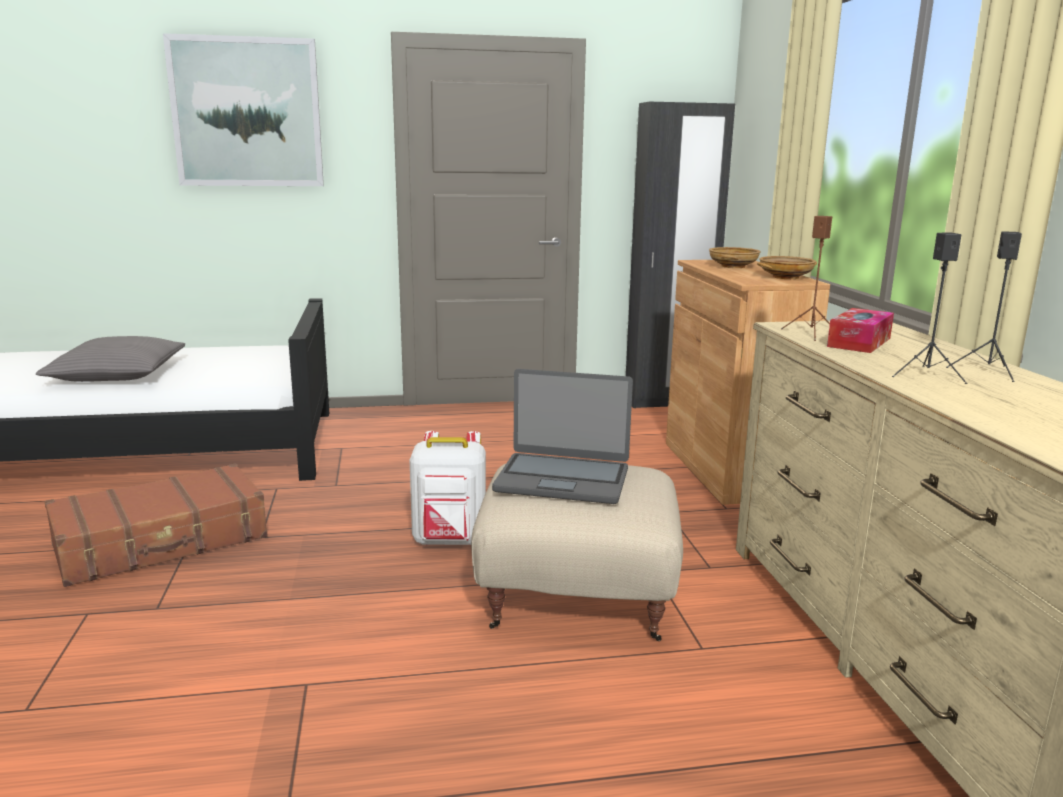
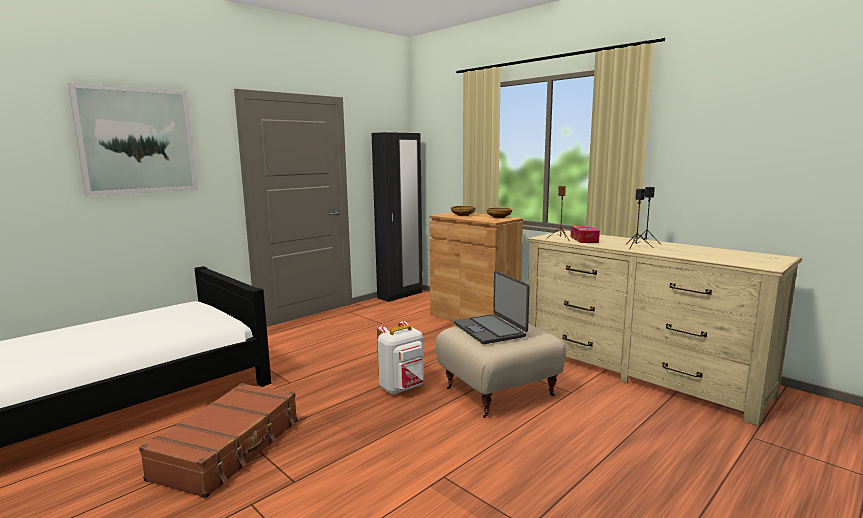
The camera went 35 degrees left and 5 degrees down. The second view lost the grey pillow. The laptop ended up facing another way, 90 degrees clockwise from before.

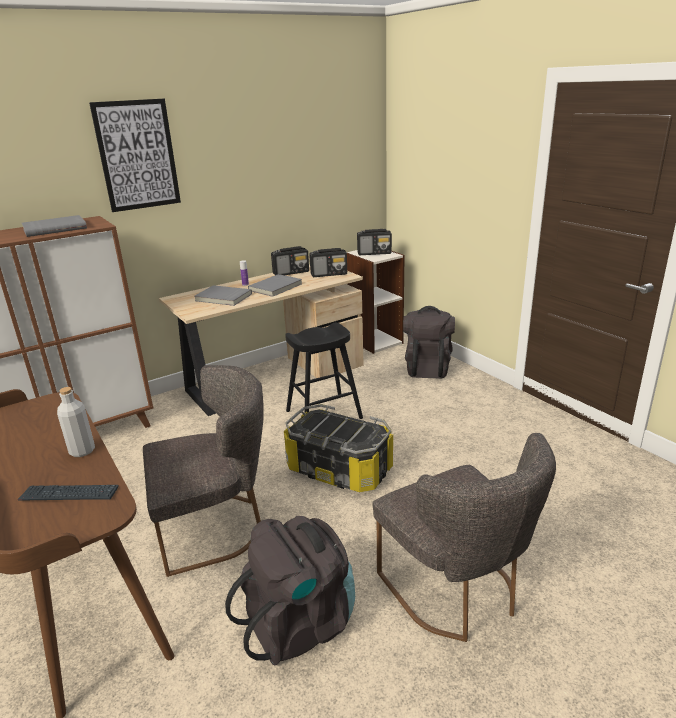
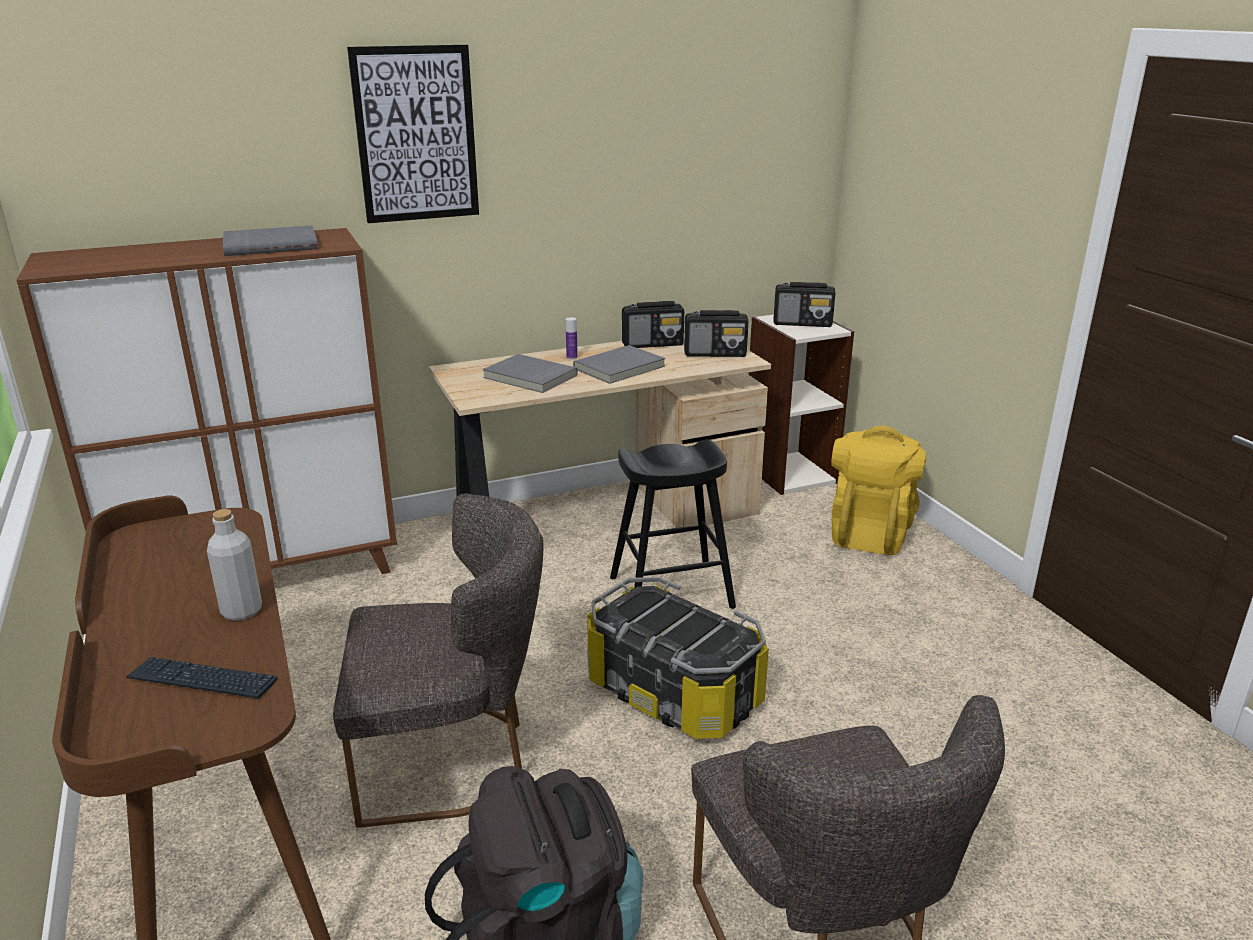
The camera went 10 degrees right and 0 degrees up. What was the black backpack (2nd from left) turned into the yellow backpack.

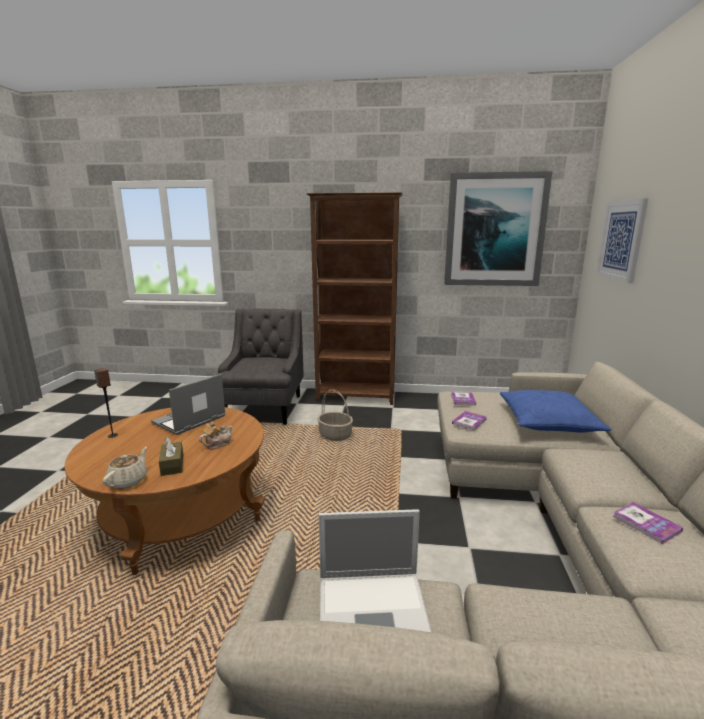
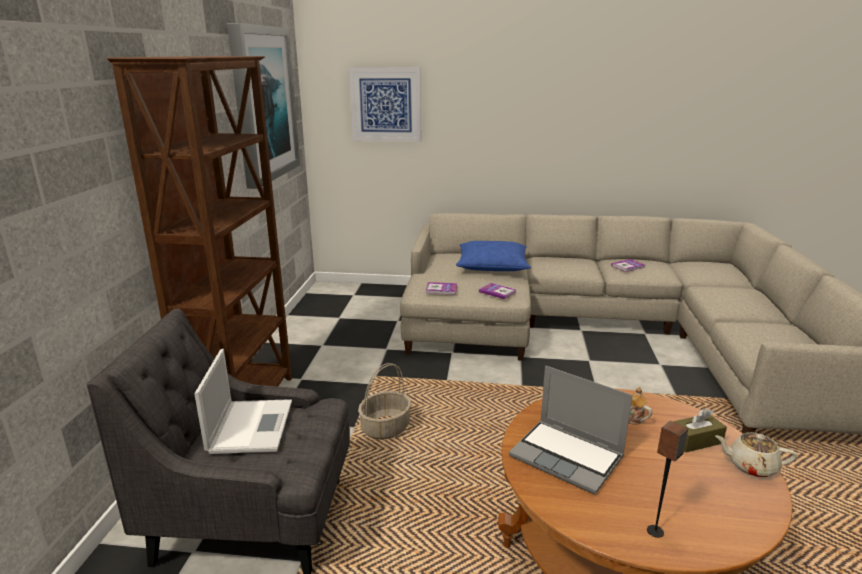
The camera went 90 degrees left and 5 degrees up. The laptop (2nd from left in the first image) ended up elsewhere.

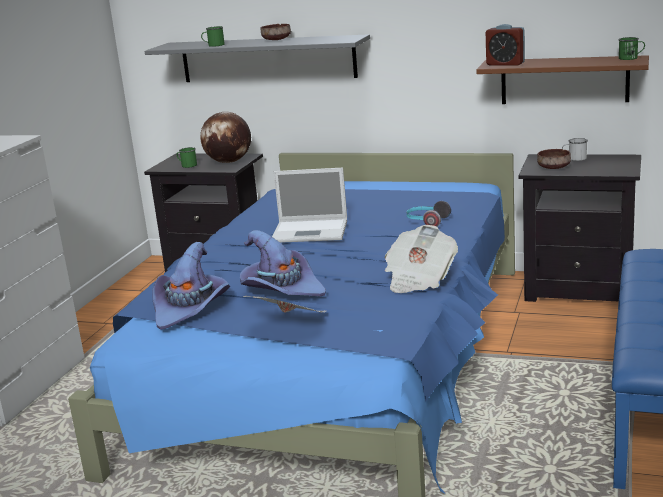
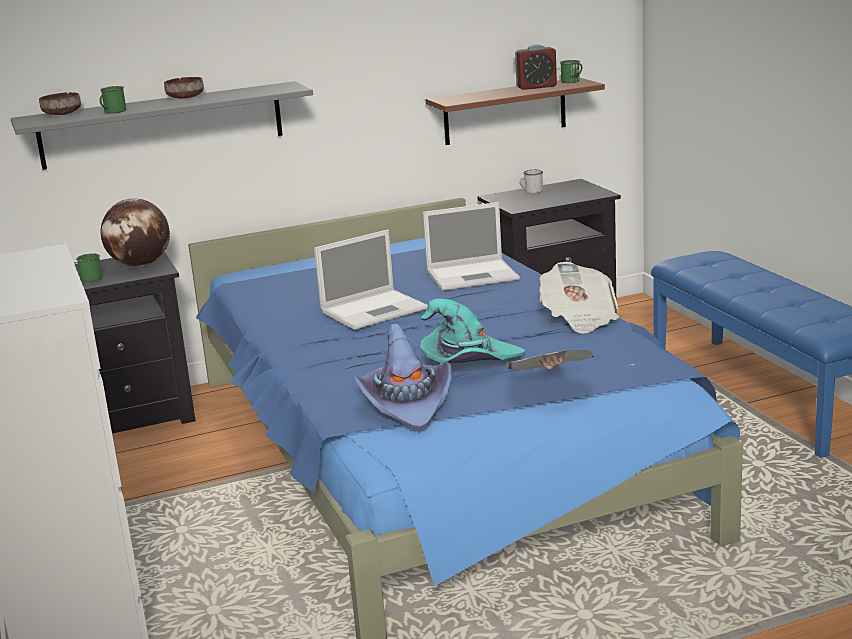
The camera went 40 degrees left and 0 degrees up. The alarm clock ended up elsewhere. The brown bowl (2nd from left in the first image) ended up elsewhere. Where the headphones stood, the laptop (2nd from left) came to stand. What was the purple hat (2nd from left) turned into the turquoise hat.

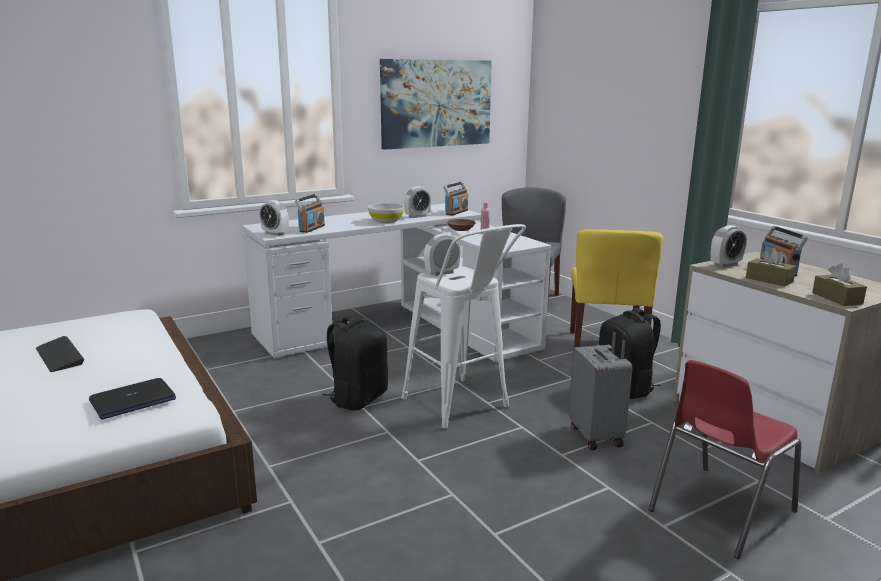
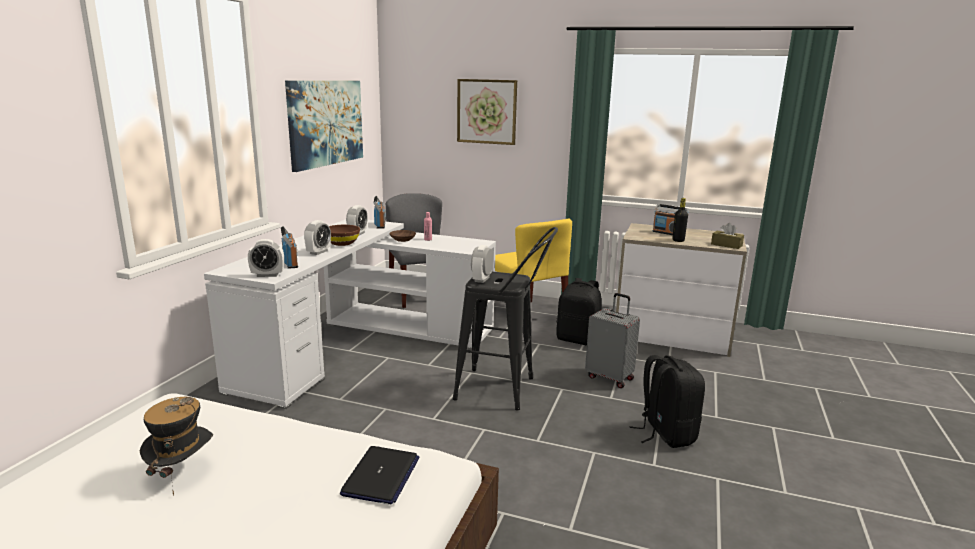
The camera went 40 degrees left and 0 degrees up. What was the white bowl turned into the brown bowl (1st from left). What was the white stool turned into the black stool. The alarm clock (4th from left in the first image) ended up elsewhere. Where the brown tissue box (1st from left) stood, the black bottle came to stand. The black backpack (1st from left in the first image) ended up elsewhere. Where the keyboard stood, the hat came to stand. The second view lost the red chair. The second view gained the picture (2nd from left).

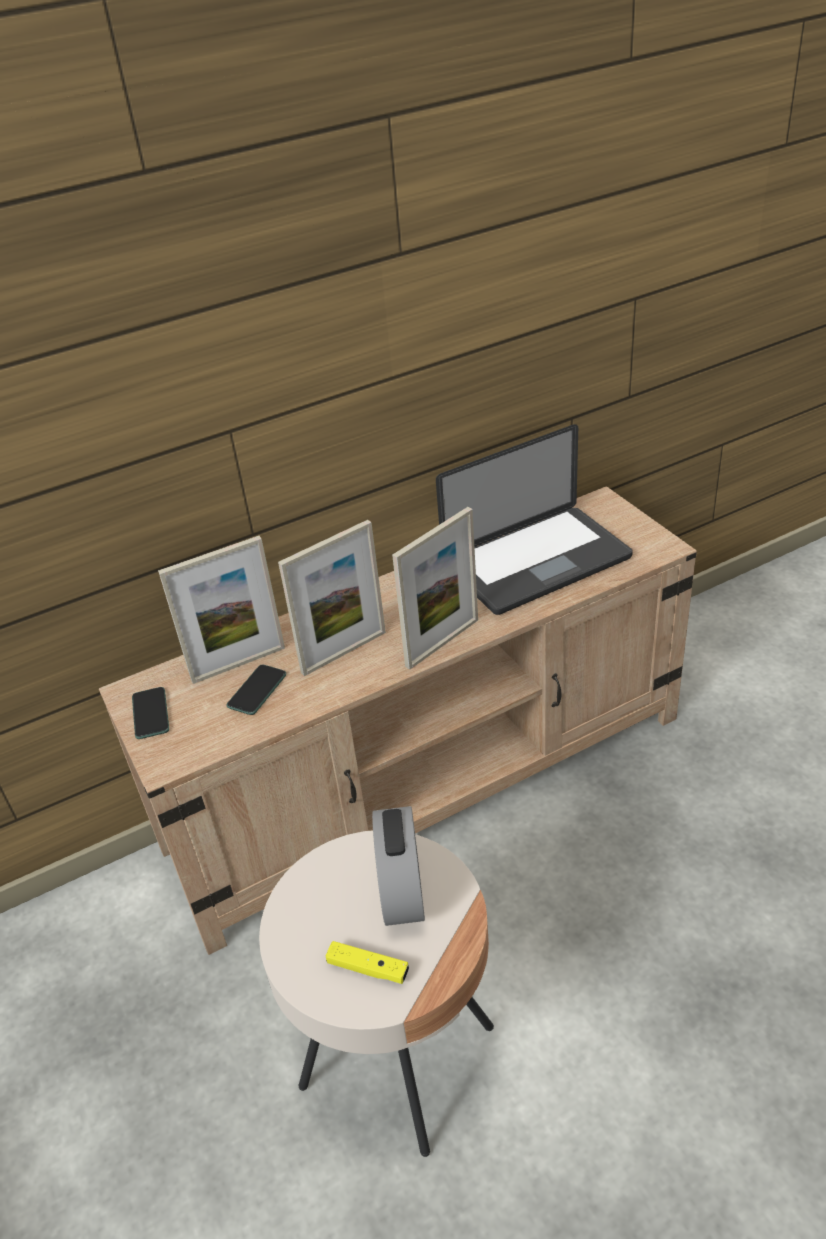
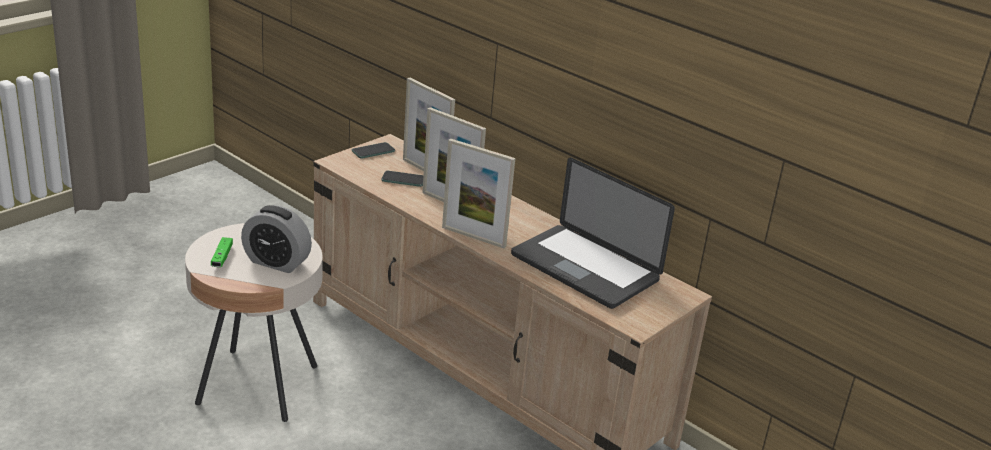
The camera went 65 degrees right and 10 degrees down. The alarm clock ended up facing another way, 45 degrees clockwise from before. What was the yellow game controller turned into the green game controller.

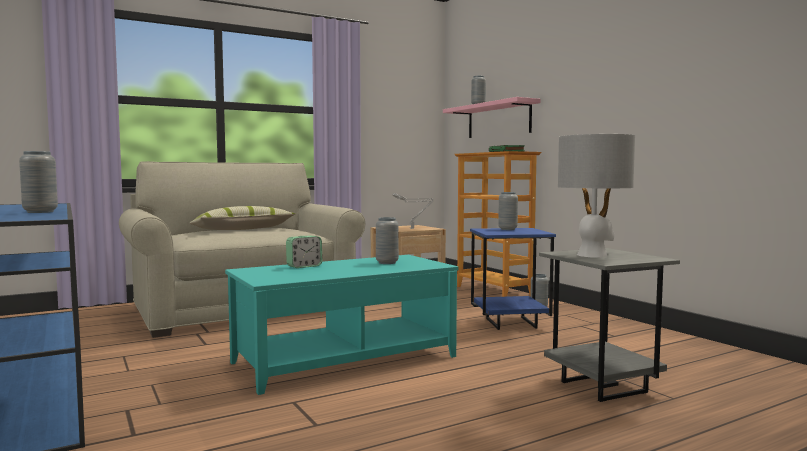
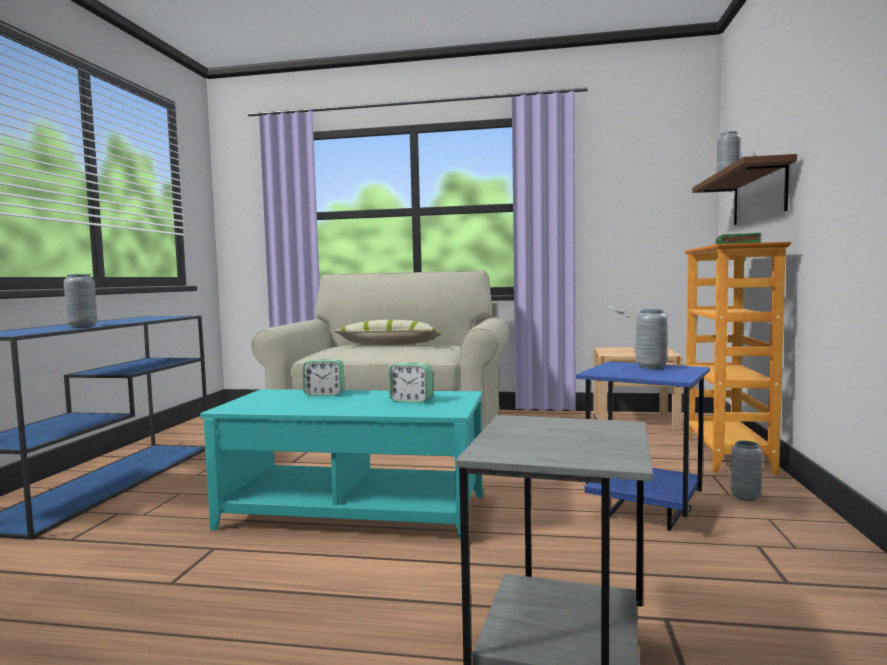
The camera went 40 degrees right and 0 degrees up. What was the pink shelf turned into the brown shelf. The second view lost the grey table lamp (2nd from left). Where the grey vase (2nd from left) stood, the alarm clock (2nd from left) came to stand.

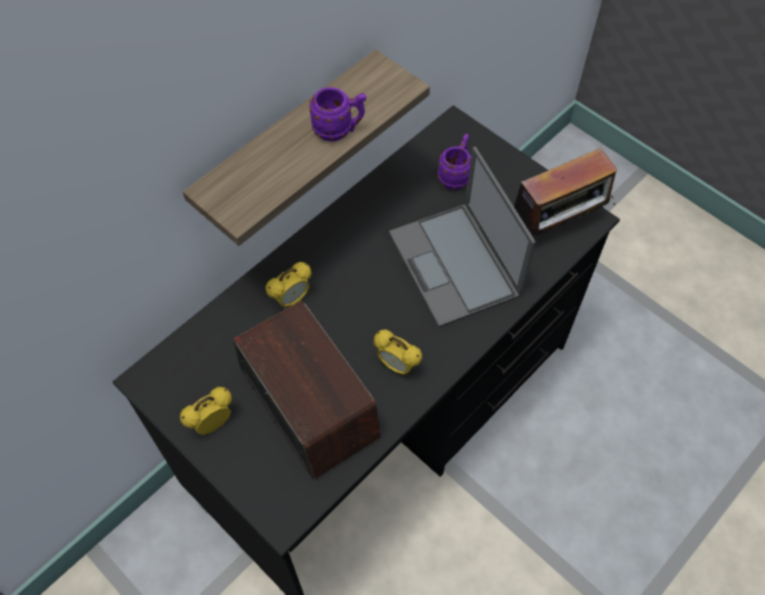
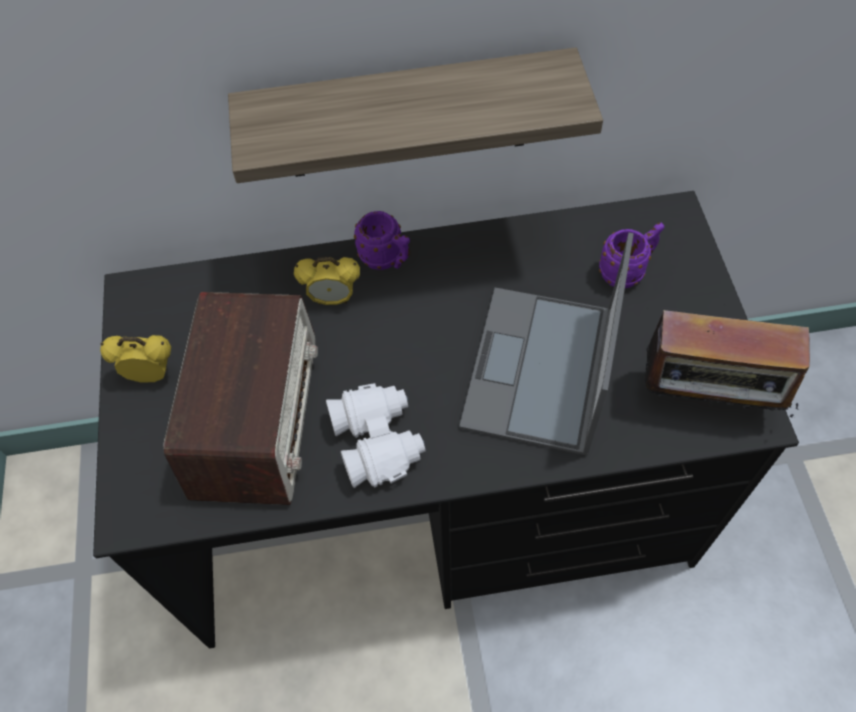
The camera went 40 degrees right and 0 degrees up. The purple mug (1st from left) ended up elsewhere. Where the alarm clock (3rd from left) stood, the white binoculars came to stand.

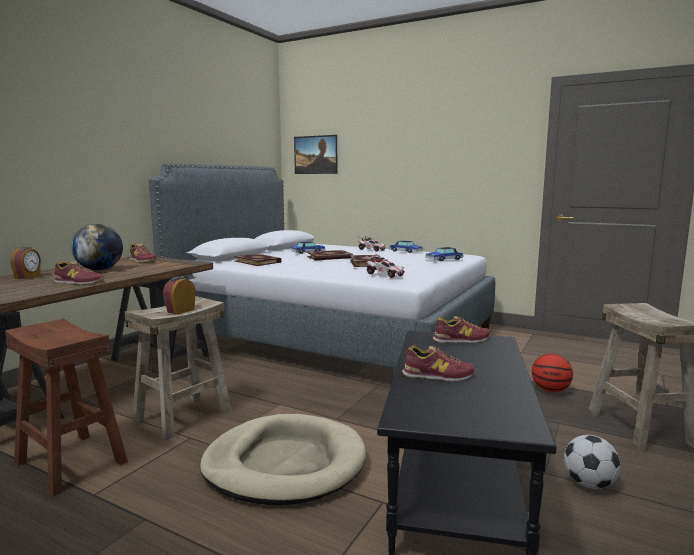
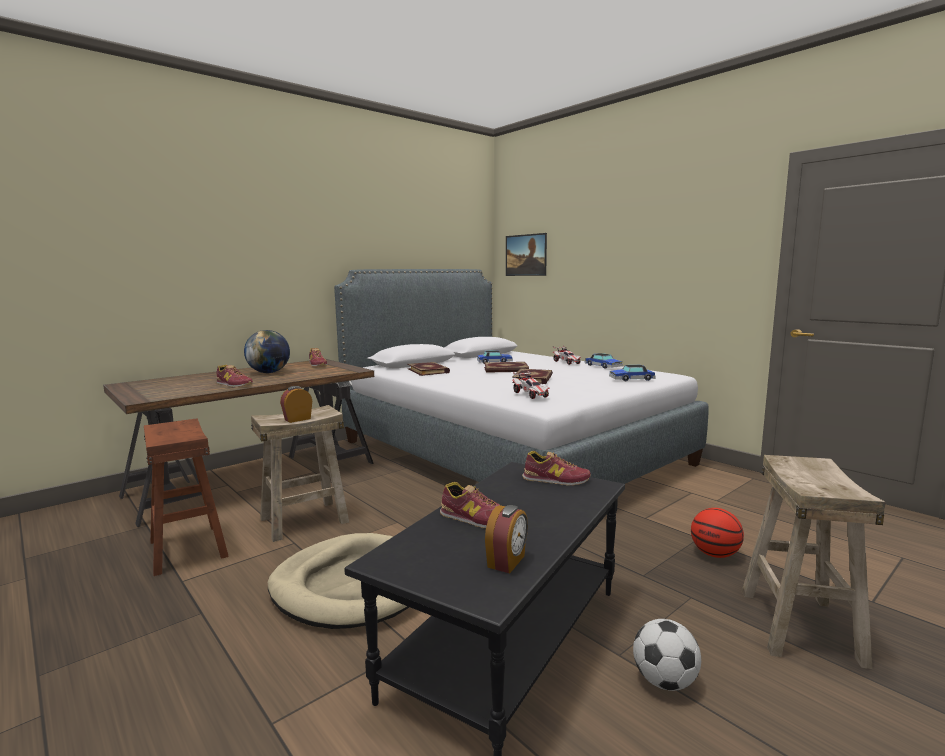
The camera went 20 degrees right and 0 degrees up. The alarm clock (1st from left in the first image) ended up elsewhere.

